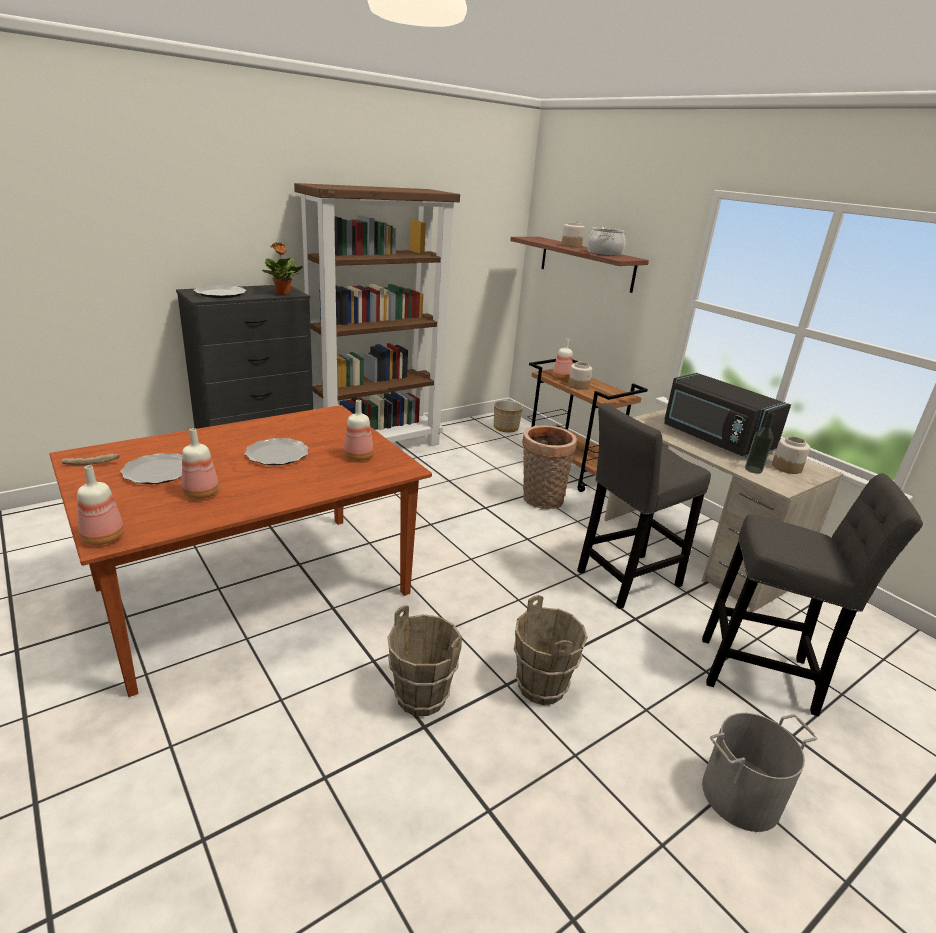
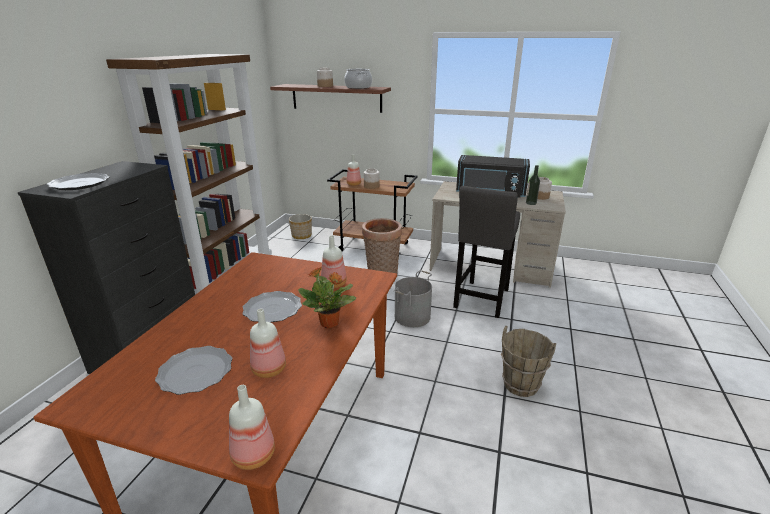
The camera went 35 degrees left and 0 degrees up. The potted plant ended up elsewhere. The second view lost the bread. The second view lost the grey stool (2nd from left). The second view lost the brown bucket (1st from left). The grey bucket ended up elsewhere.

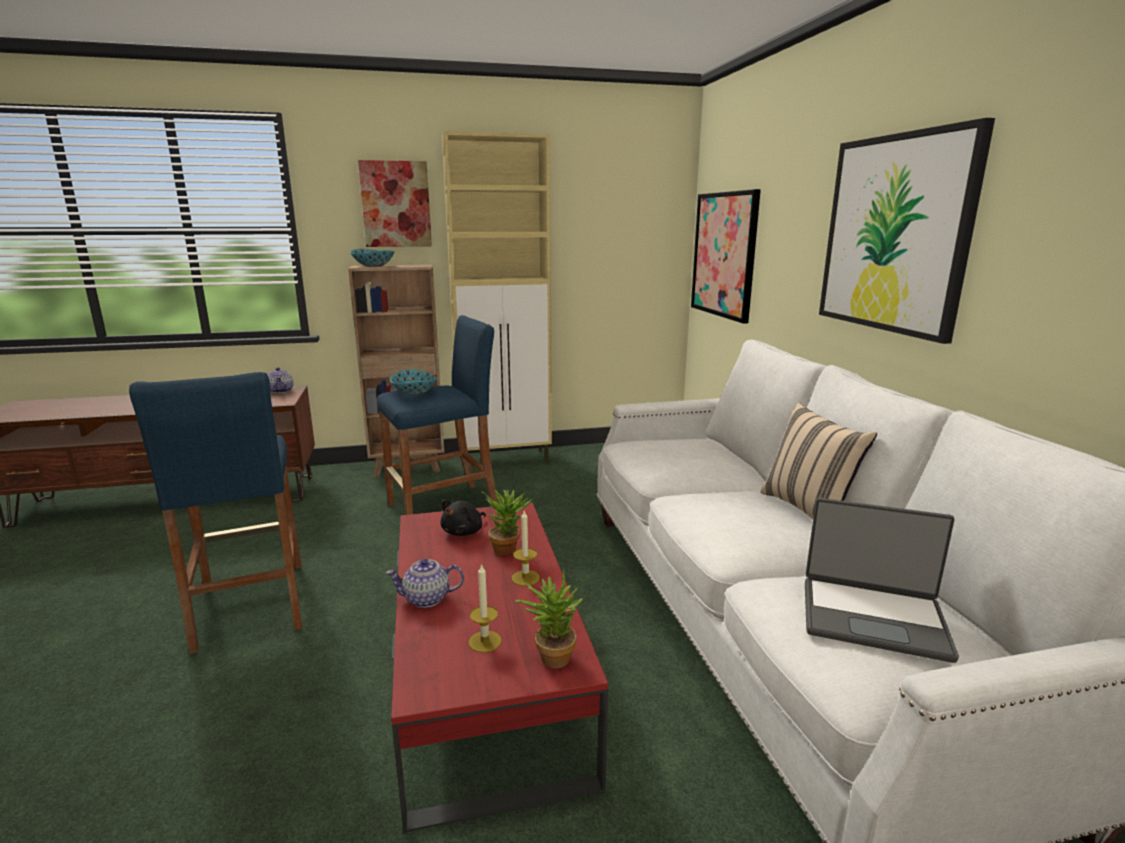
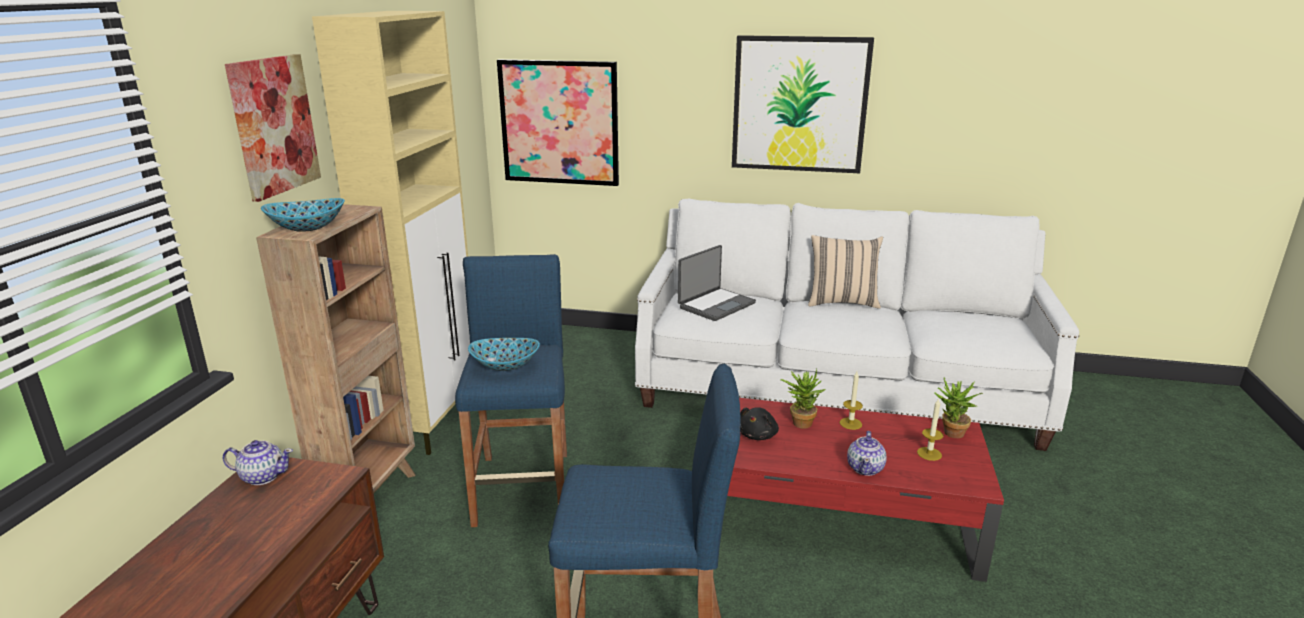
The camera went 65 degrees left and 5 degrees up. The laptop ended up elsewhere. The black plush toy ended up facing another way, 60 degrees clockwise from before.

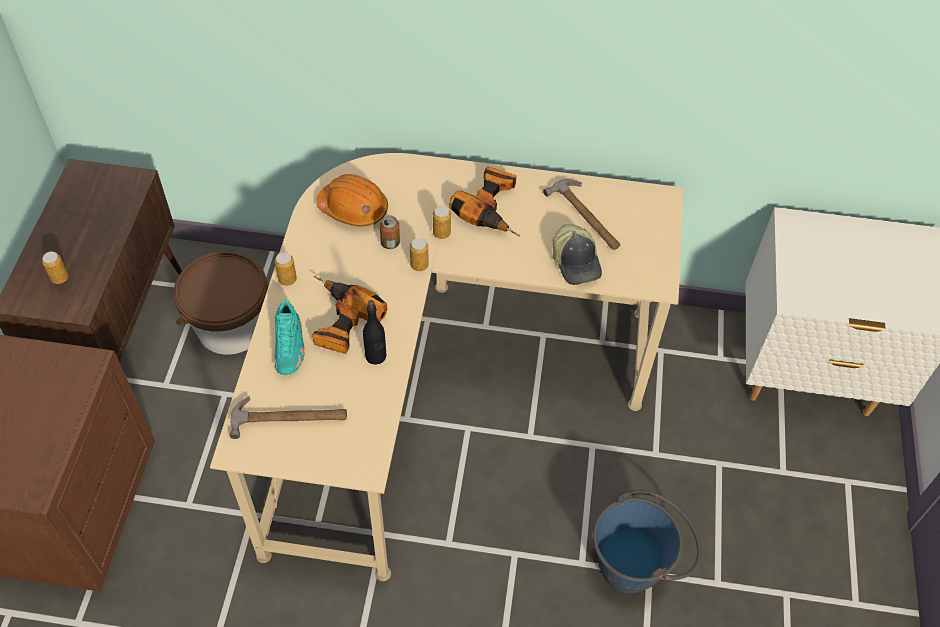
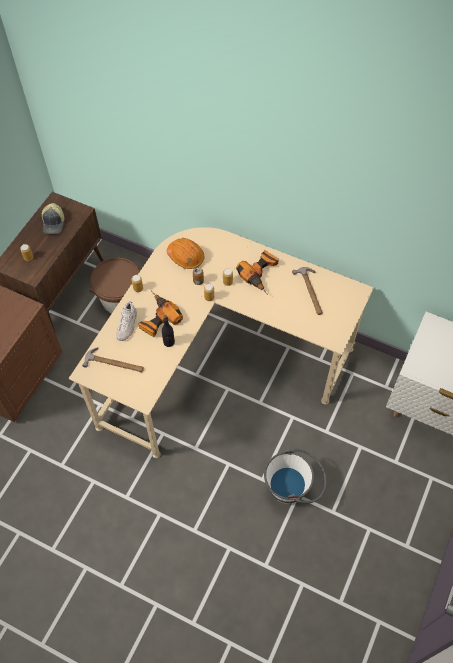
The camera went 20 degrees right and 5 degrees up. The cap ended up elsewhere. What was the turquoise shoe turned into the white shoe. What was the blue bucket turned into the white bucket.

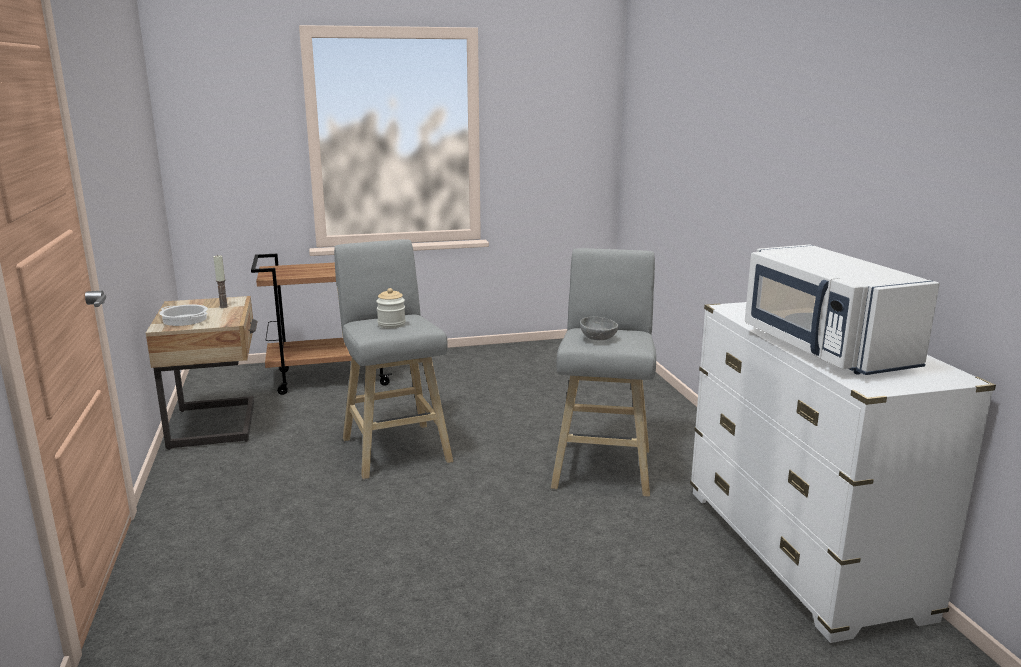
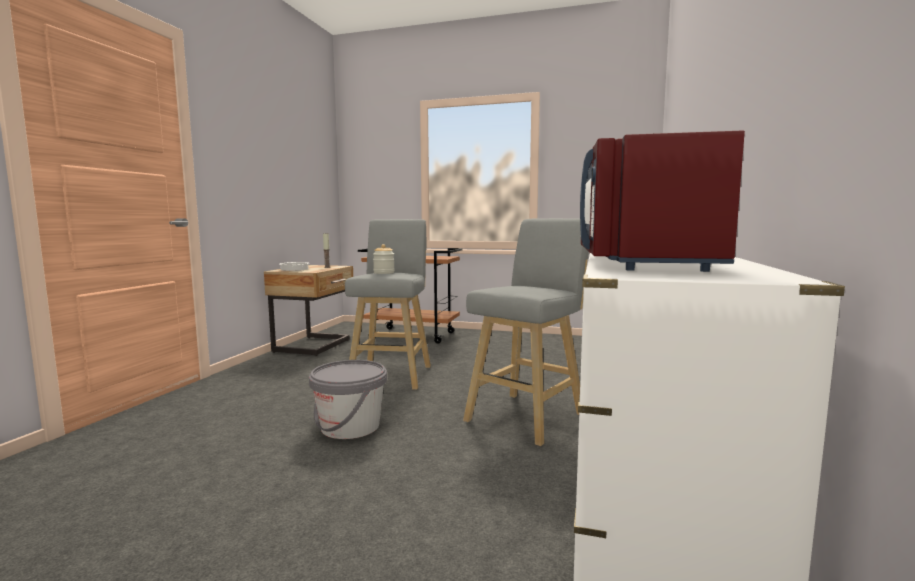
The camera went 30 degrees right and 10 degrees down. What was the white microwave turned into the red microwave. The second view lost the grey bowl. The second view gained the grey bucket.

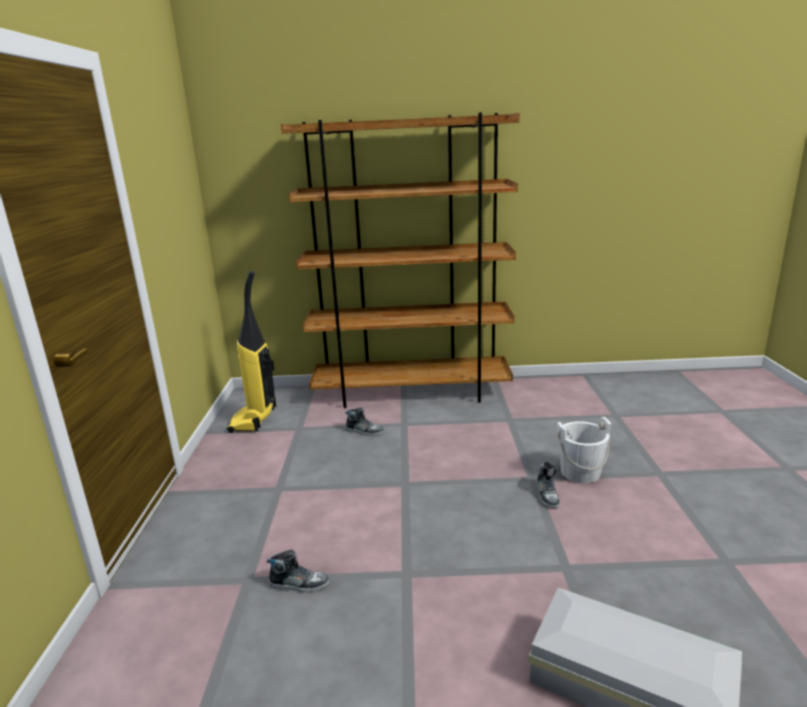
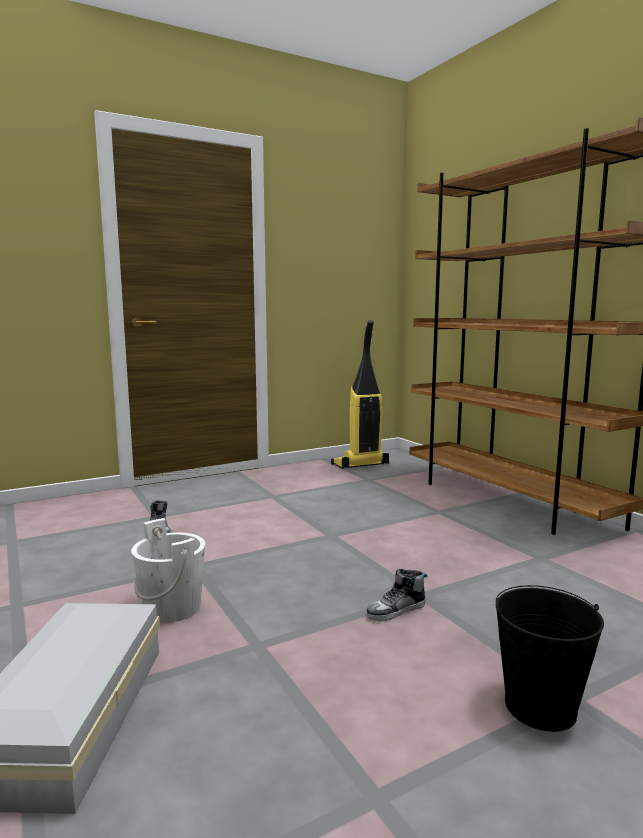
The camera went 60 degrees right and 10 degrees down. The second view lost the shoe (2nd from left). The white bucket ended up elsewhere. The second view gained the black bucket.

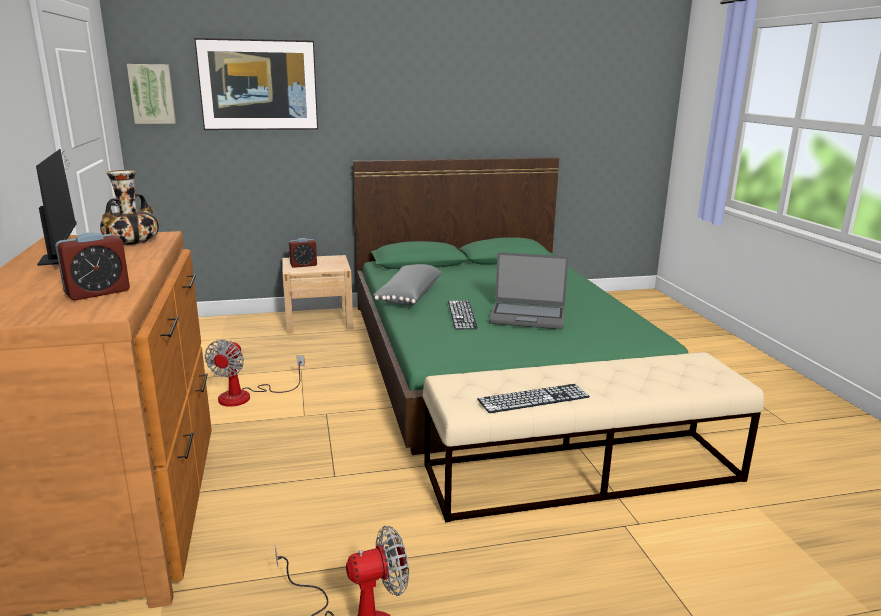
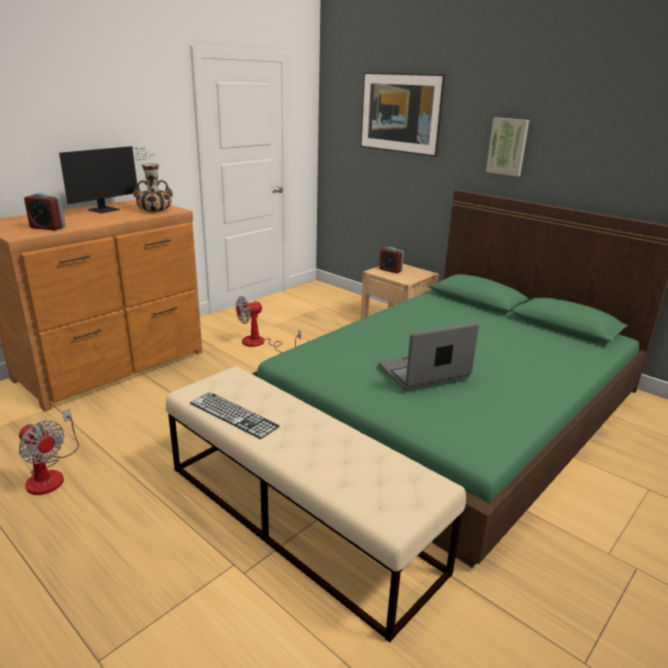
The camera went 55 degrees right and 5 degrees up. The picture (1st from left in the first image) ended up elsewhere. The laptop ended up facing another way, 90 degrees clockwise from before. The second view lost the grey pillow. The second view lost the keyboard (1st from left).

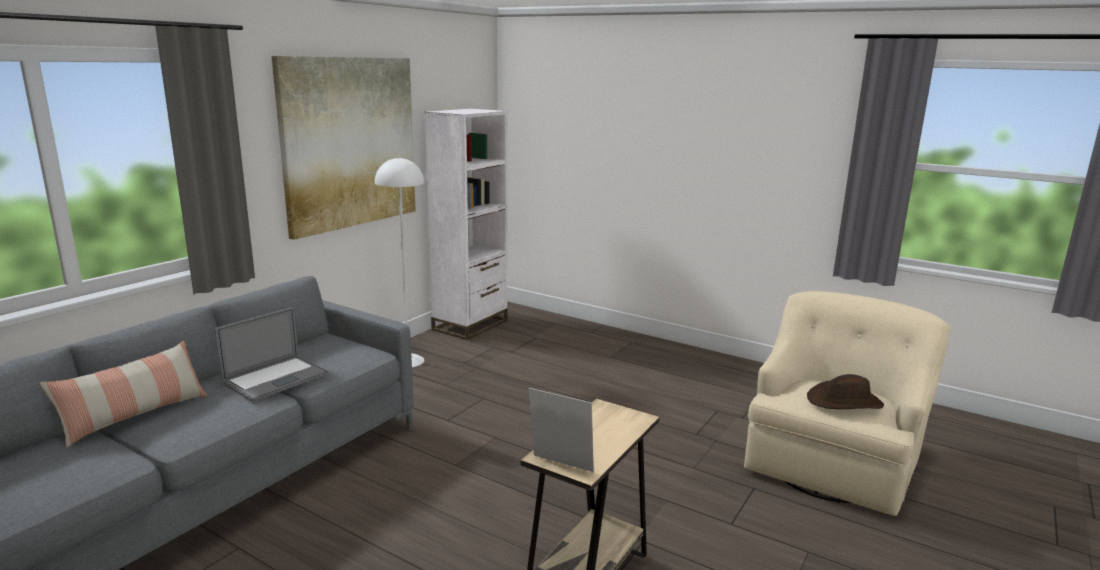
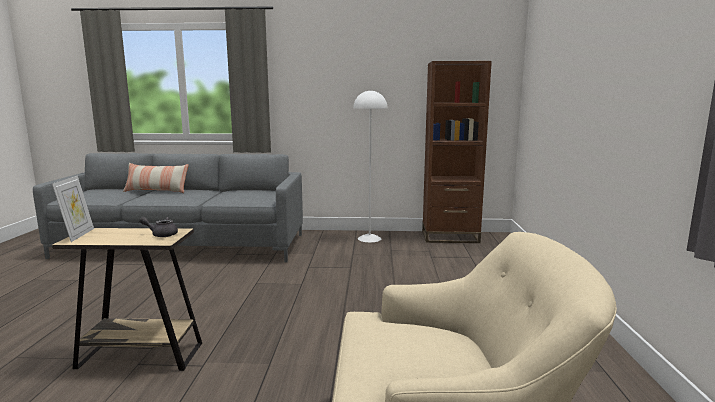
The camera went 60 degrees right and 5 degrees down. The second view lost the picture. What was the white bookcase turned into the brown bookcase. The second view lost the laptop. The second view lost the brown hat. The second view gained the grey teapot.

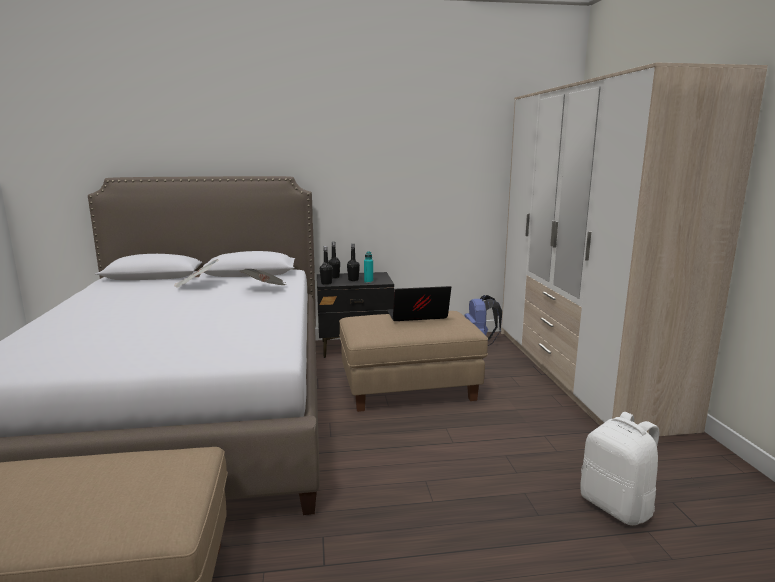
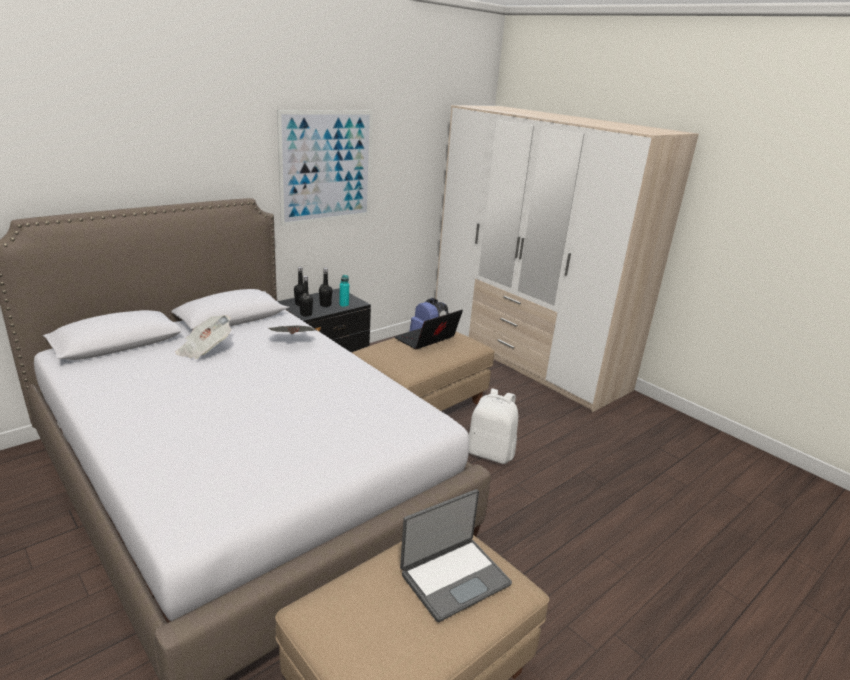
The camera went 35 degrees left and 10 degrees up. The white backpack ended up elsewhere. The second view gained the picture. The second view gained the laptop (2nd from left).

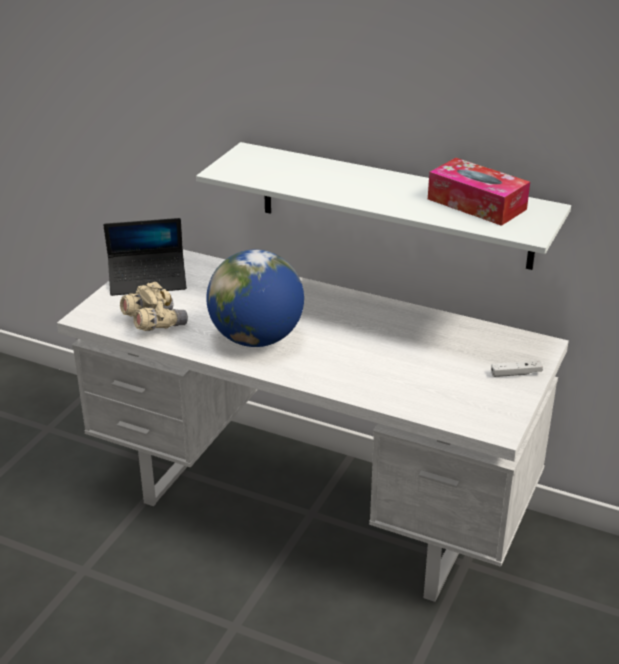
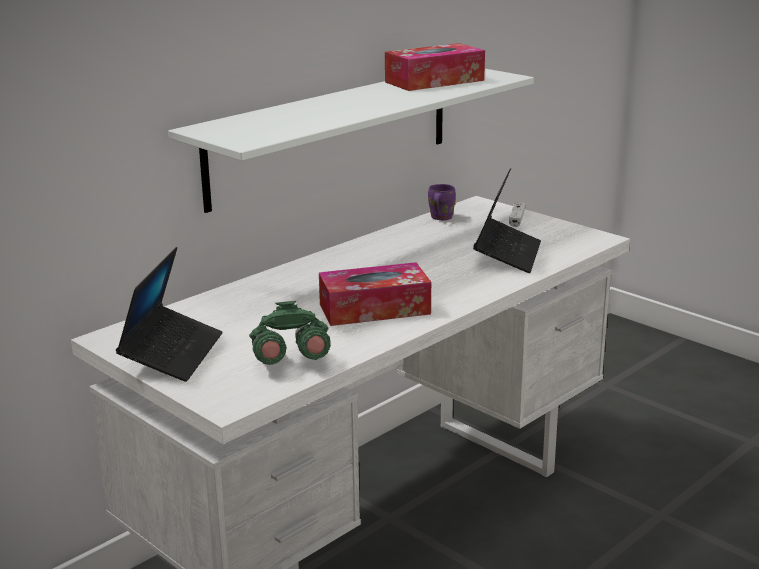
The camera went 70 degrees left and 10 degrees down. Where the globe stood, the tissue box (1st from left) came to stand. What was the beige binoculars turned into the green binoculars. The second view gained the laptop (2nd from left). The second view gained the purple mug.

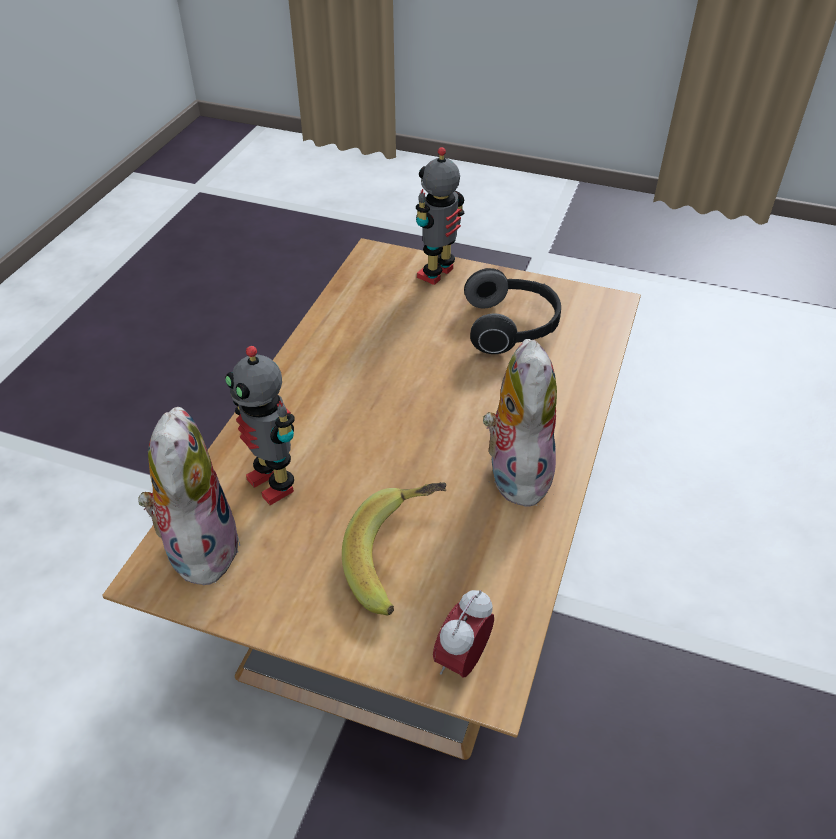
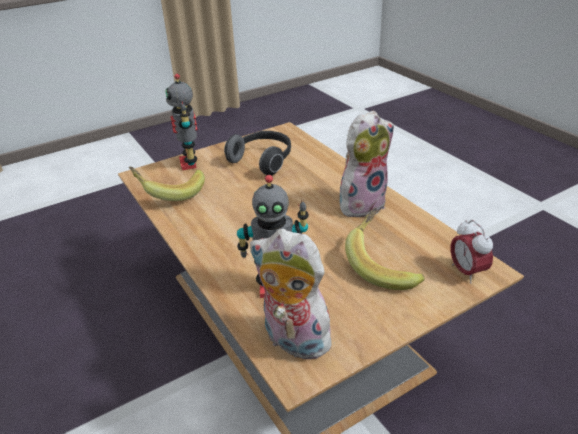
The camera went 50 degrees left and 10 degrees down. The plush toy (2nd from left) ended up facing another way, 105 degrees clockwise from before. The second view gained the banana (1st from left).

